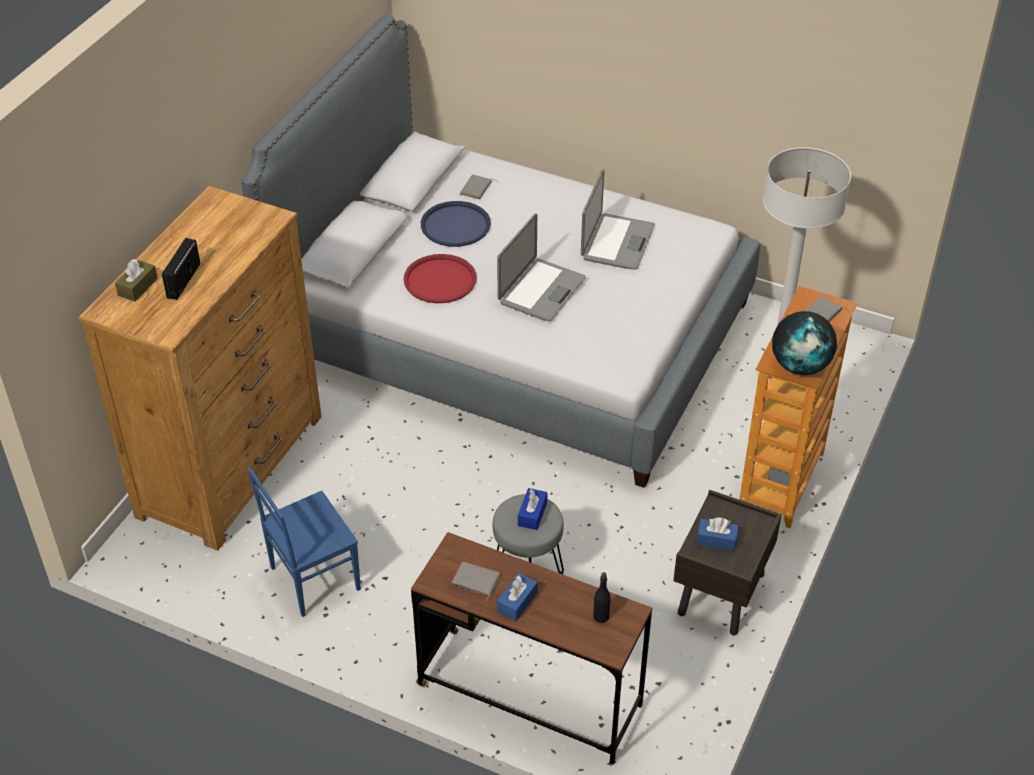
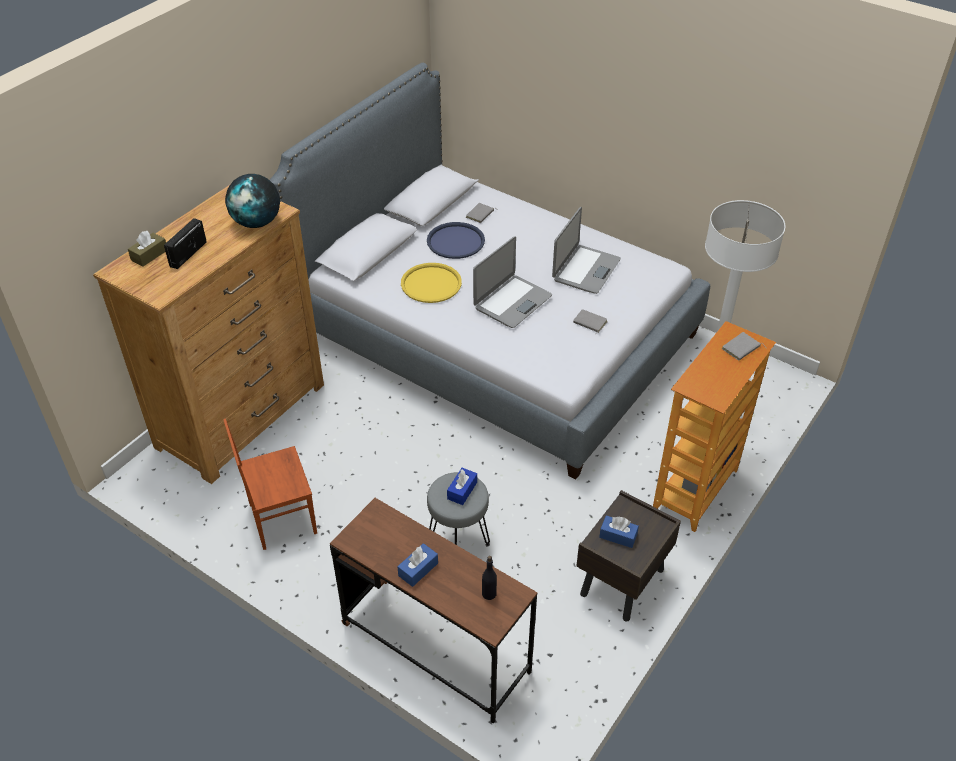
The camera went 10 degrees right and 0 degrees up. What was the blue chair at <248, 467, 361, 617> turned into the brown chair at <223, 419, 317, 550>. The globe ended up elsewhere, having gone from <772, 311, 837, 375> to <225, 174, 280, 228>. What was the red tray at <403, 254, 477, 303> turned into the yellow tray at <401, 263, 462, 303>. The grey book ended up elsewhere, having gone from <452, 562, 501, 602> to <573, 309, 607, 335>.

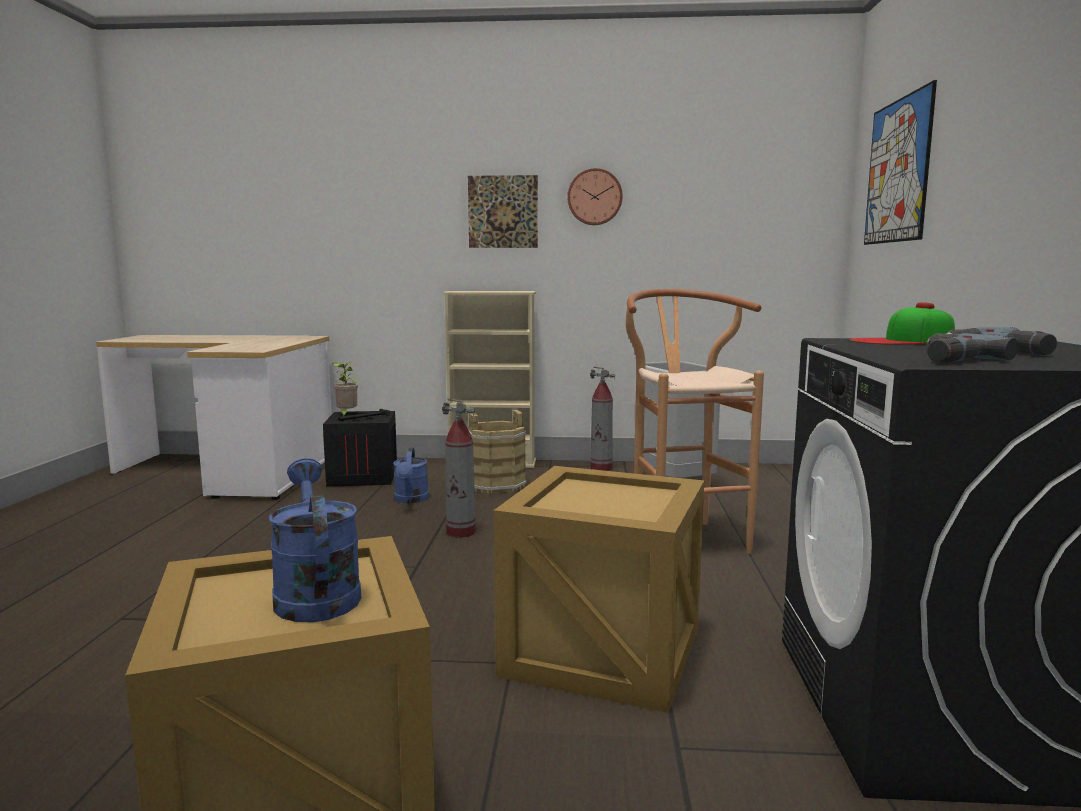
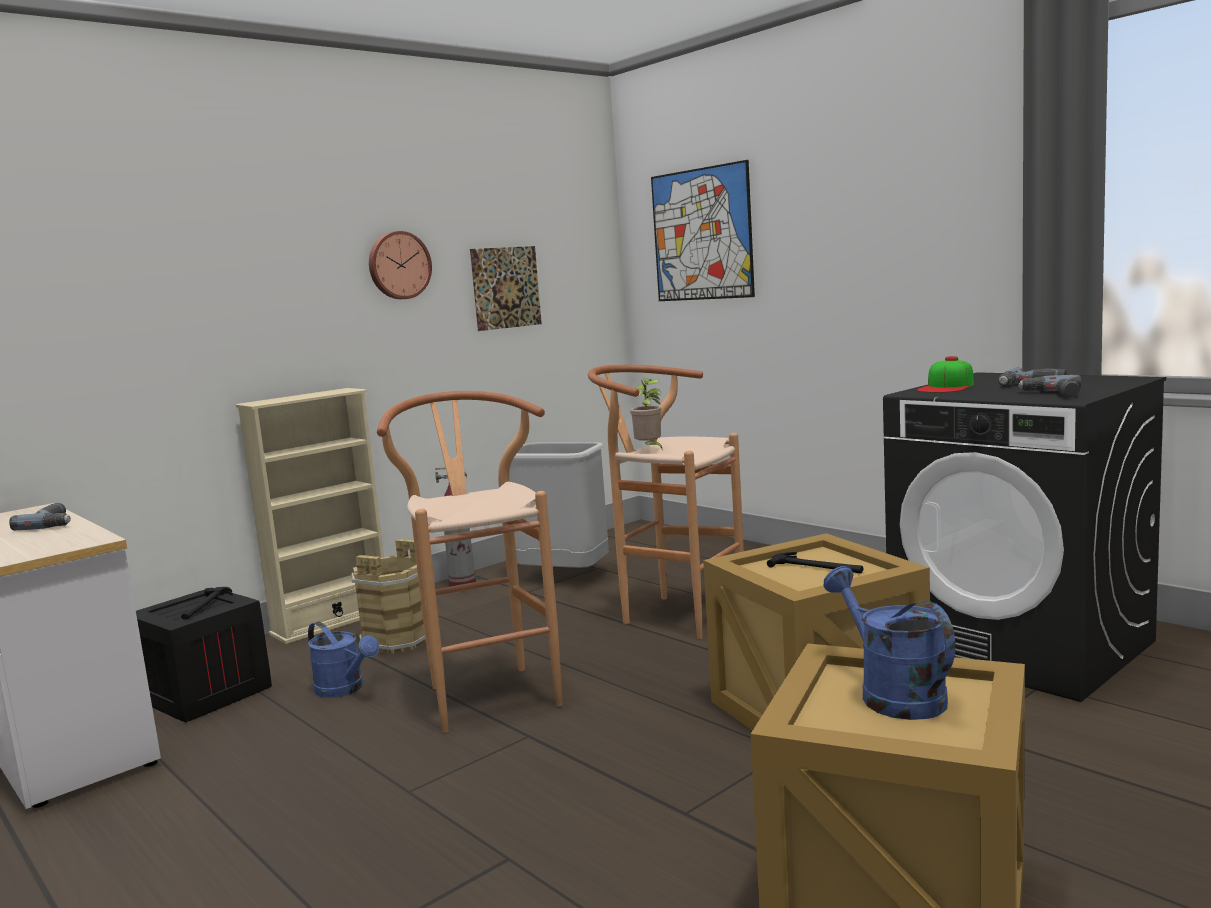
The camera went 45 degrees left and 0 degrees up. The second view gained the power drill at <9, 503, 71, 530>. Where the fire extinguisher stood at <442, 398, 476, 538>, the brown stool came to stand at <377, 391, 563, 733>. The picture ended up elsewhere, having gone from <468, 175, 538, 248> to <470, 246, 542, 331>. The potted plant ended up elsewhere, having gone from <332, 362, 358, 416> to <630, 378, 662, 449>. The second view gained the hammer at <767, 552, 863, 573>. The blue watering can at <269, 458, 361, 622> ended up facing another way, 45 degrees clockwise from before.

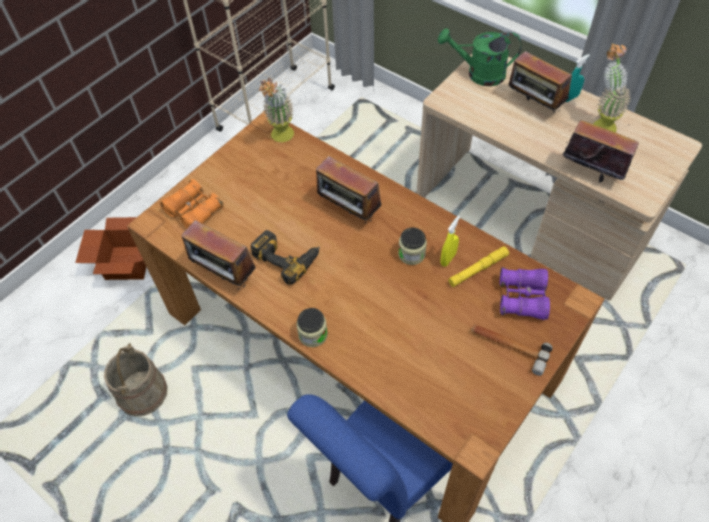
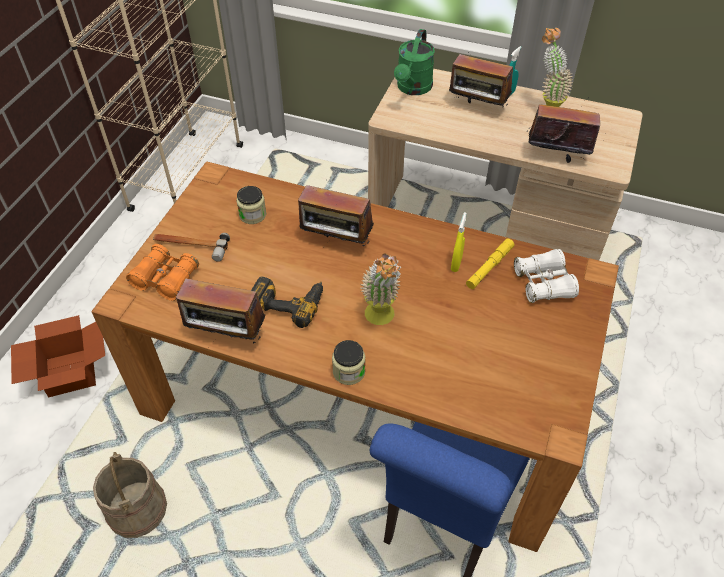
The camera went 20 degrees left and 5 degrees down. The hammer ended up elsewhere, having gone from <471, 324, 553, 376> to <153, 233, 230, 262>. The jar ended up elsewhere, having gone from <398, 228, 427, 265> to <236, 186, 266, 224>. The potted plant ended up elsewhere, having gone from <259, 77, 294, 142> to <360, 254, 401, 325>. The green watering can at <438, 28, 521, 86> ended up facing another way, 60 degrees counterclockwise from before. What was the purple binoculars at <500, 267, 550, 320> turned into the white binoculars at <514, 249, 579, 303>.

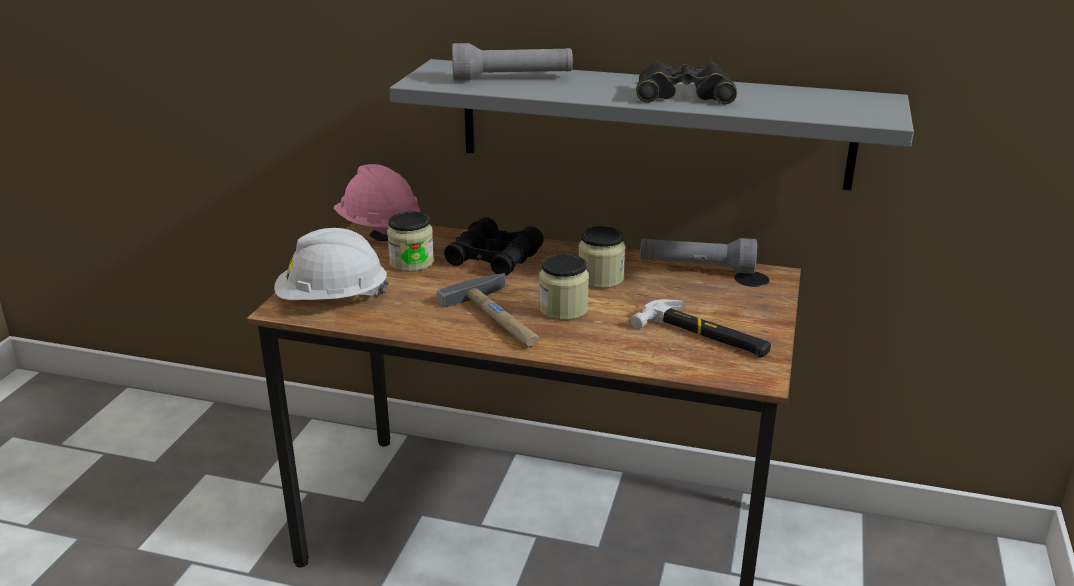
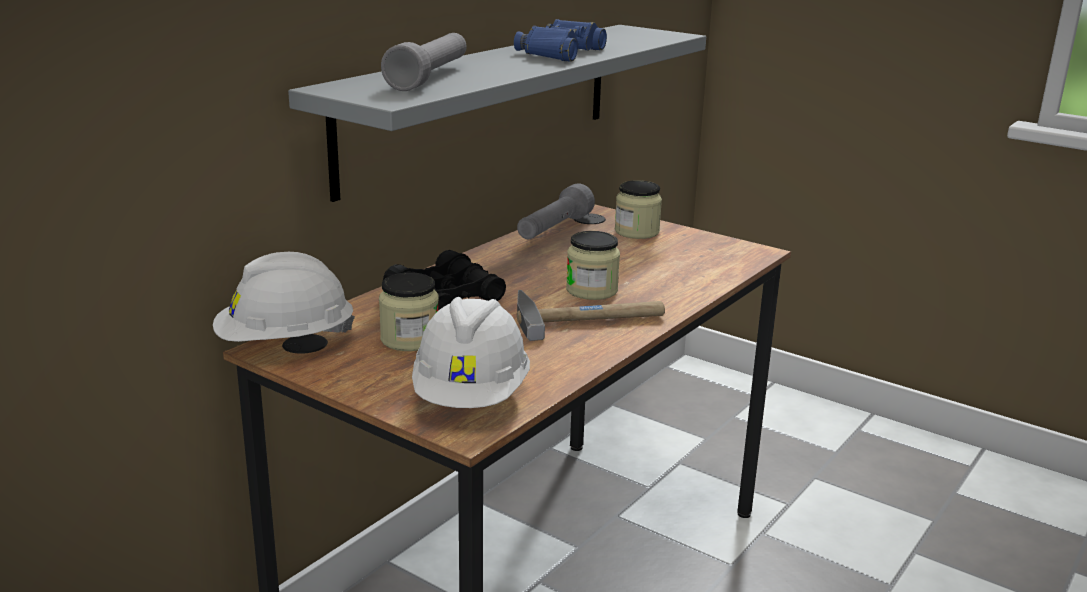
The camera went 70 degrees left and 5 degrees down. What was the pink hard hat at <333, 164, 421, 235> turned into the white hard hat at <213, 252, 355, 342>. What was the black binoculars at <636, 61, 737, 105> turned into the blue binoculars at <514, 19, 607, 62>. The jar ended up elsewhere, having gone from <579, 226, 626, 289> to <615, 180, 662, 239>. The second view lost the hammer at <631, 299, 771, 358>.

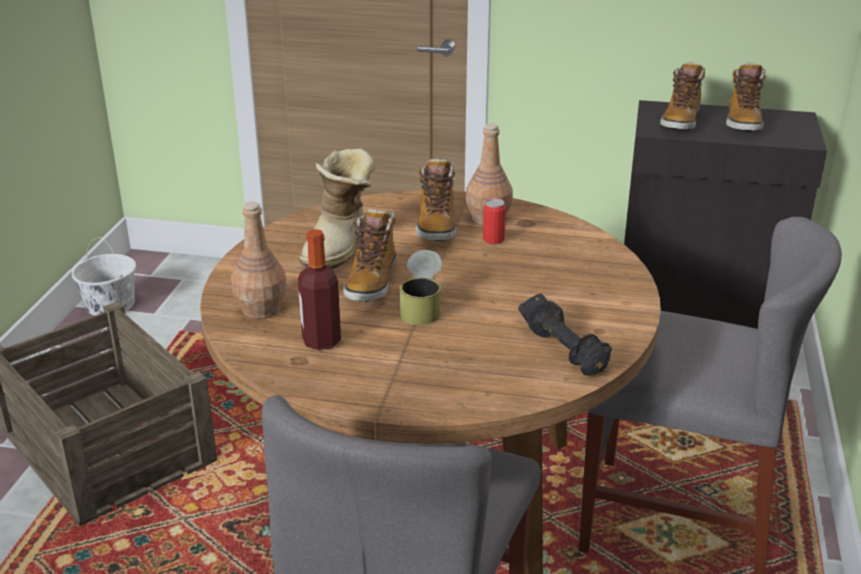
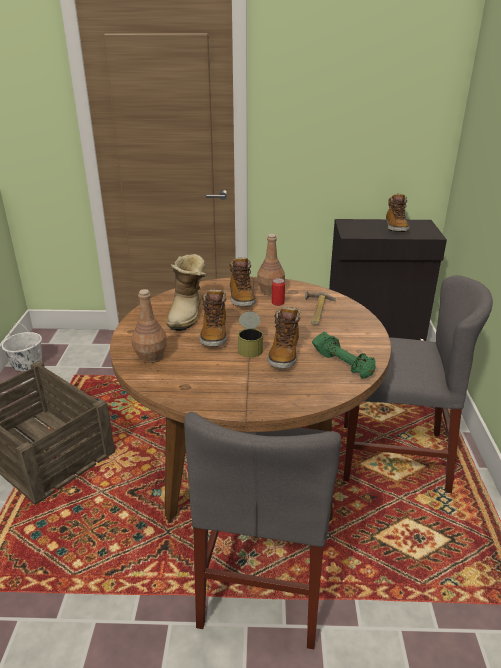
The camera went 10 degrees left and 0 degrees up. The boot ended up elsewhere, having gone from <660, 62, 705, 131> to <267, 307, 300, 369>. The second view gained the hammer at <305, 291, 336, 325>. What was the black dumbbell at <518, 294, 612, 376> turned into the green dumbbell at <312, 332, 375, 379>. The second view lost the bottle at <298, 229, 341, 350>.

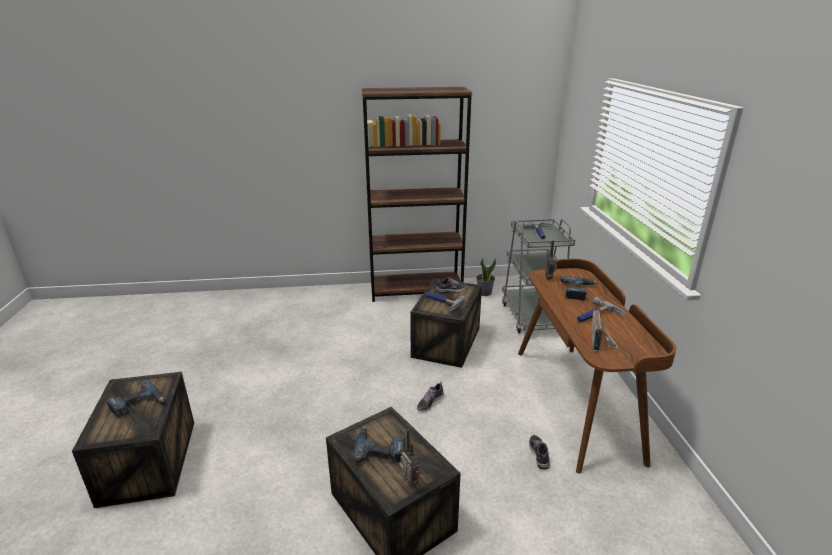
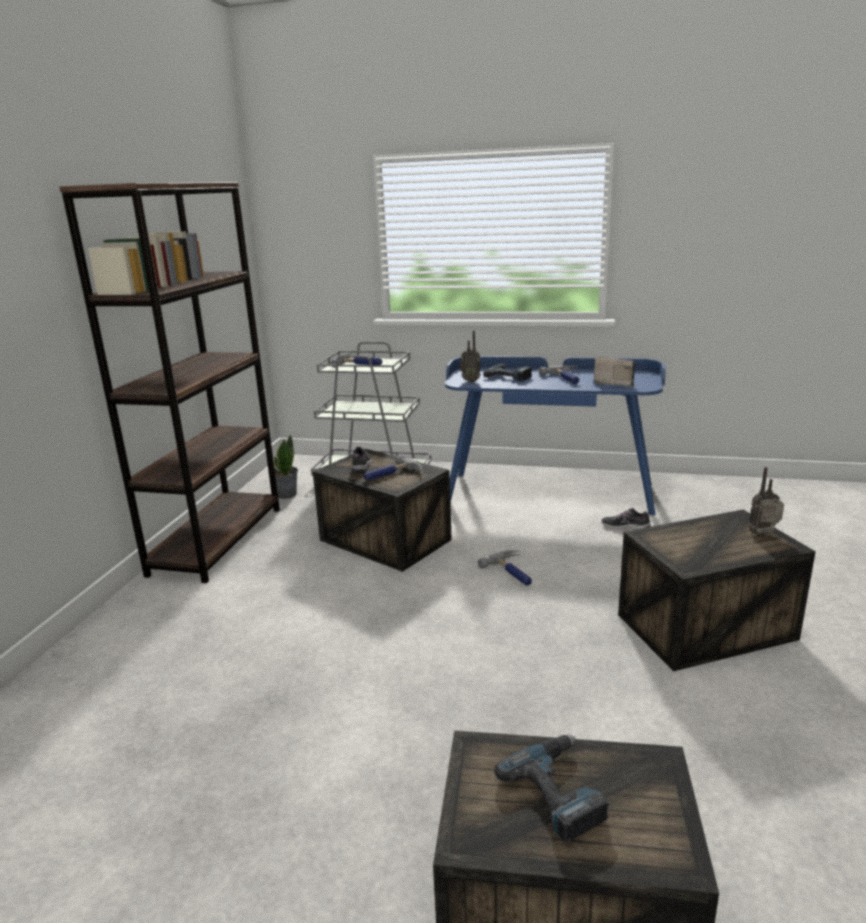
The camera went 70 degrees left and 5 degrees down. What was the brown desk at <518, 259, 676, 474> turned into the blue desk at <445, 356, 666, 515>. Where the shoe stood at <417, 382, 444, 412>, the hammer came to stand at <477, 550, 532, 586>. The second view lost the power drill at <353, 426, 405, 463>.

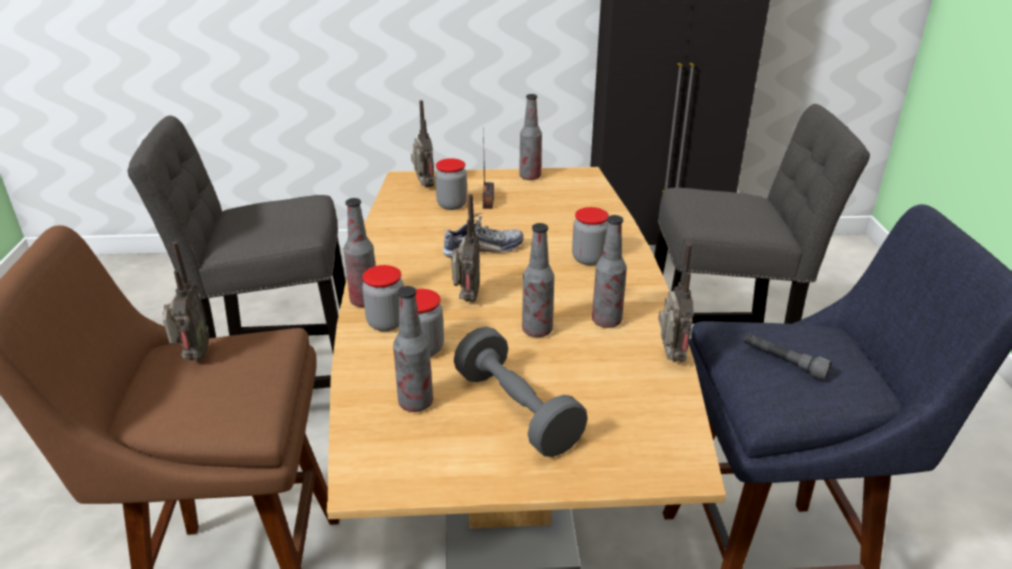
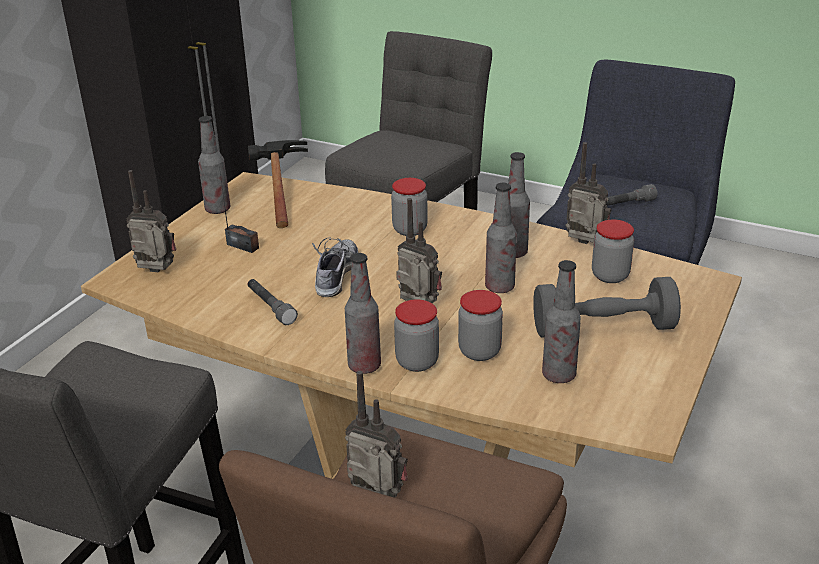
The camera went 60 degrees left and 0 degrees up. The second view gained the hammer at <248, 140, 308, 228>. The second view gained the grey flashlight at <248, 279, 298, 325>. The jar ended up elsewhere, having gone from <435, 158, 467, 210> to <592, 220, 634, 283>.

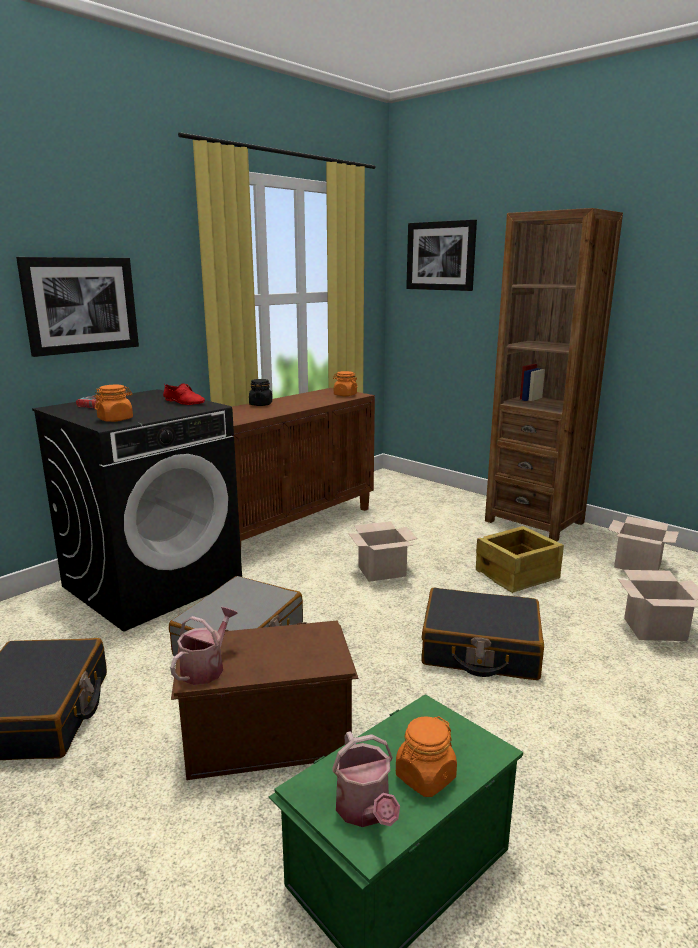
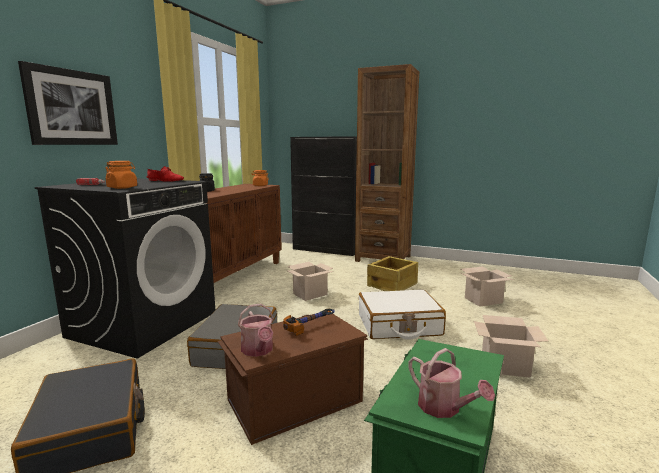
The camera went 20 degrees left and 5 degrees down. The watering can at <170, 607, 238, 685> ended up facing another way, 150 degrees clockwise from before. The second view gained the hammer at <283, 309, 335, 336>. The second view gained the black cabinet at <290, 136, 357, 256>. What was the black suitcase at <422, 588, 544, 680> turned into the white suitcase at <359, 289, 446, 340>. The cardboard box ended up elsewhere, having gone from <608, 516, 679, 571> to <474, 315, 548, 378>. The second view lost the orange jar at <396, 716, 457, 797>. The second view lost the picture at <406, 220, 477, 291>.

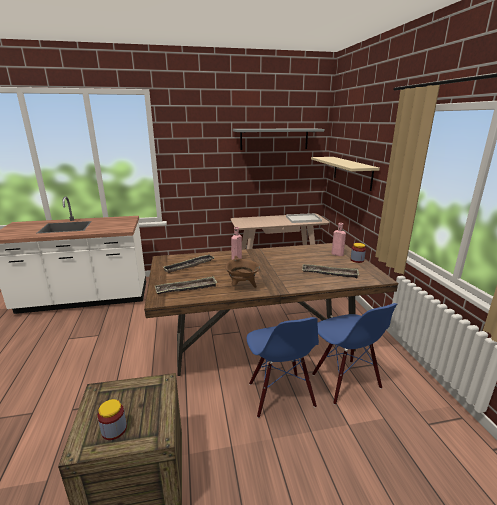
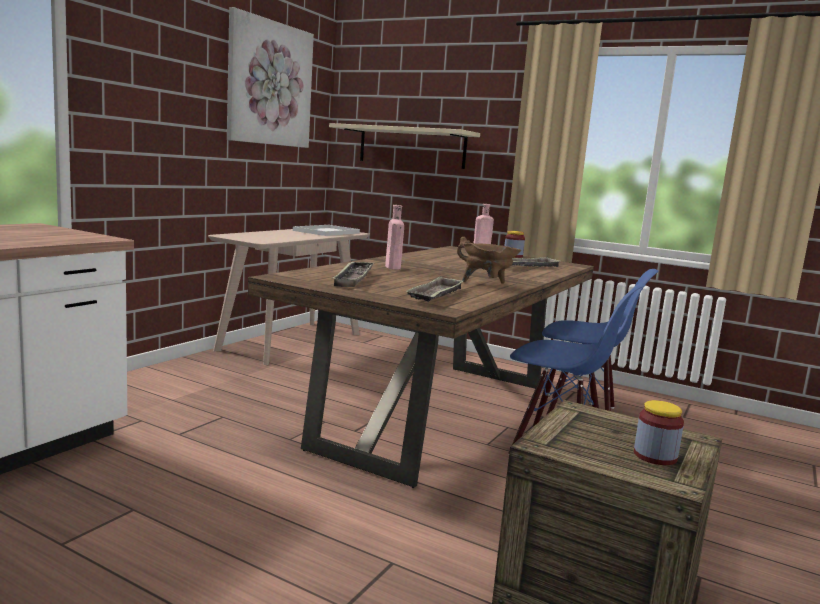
The camera went 50 degrees left and 10 degrees down. Where the grey shelf hung at <233, 128, 324, 150>, the picture came to hang at <227, 7, 314, 148>.

